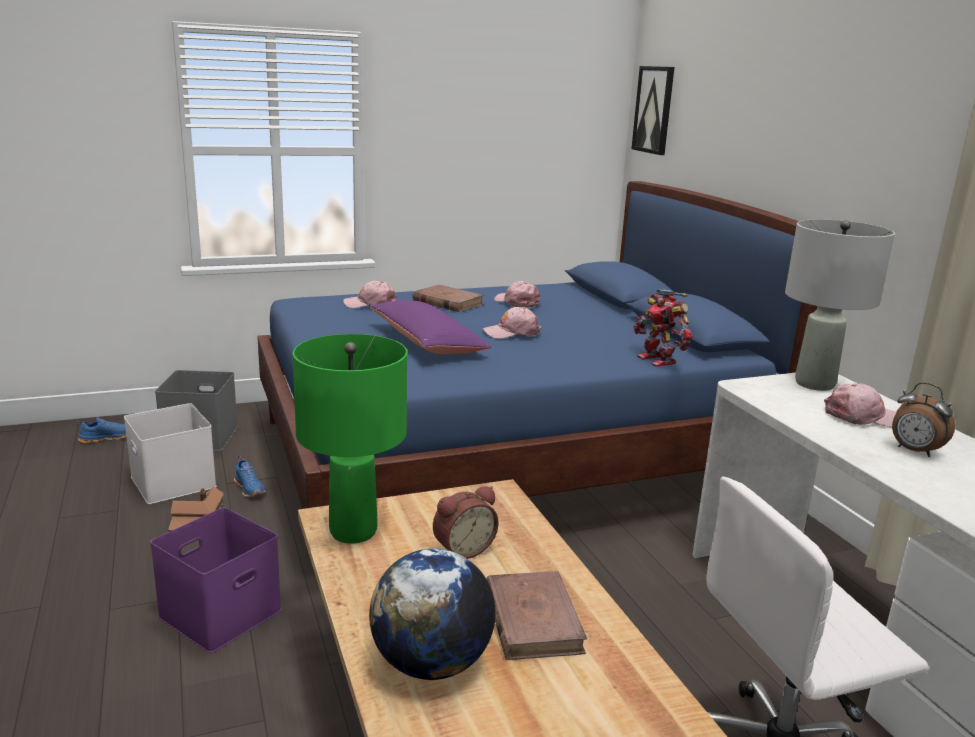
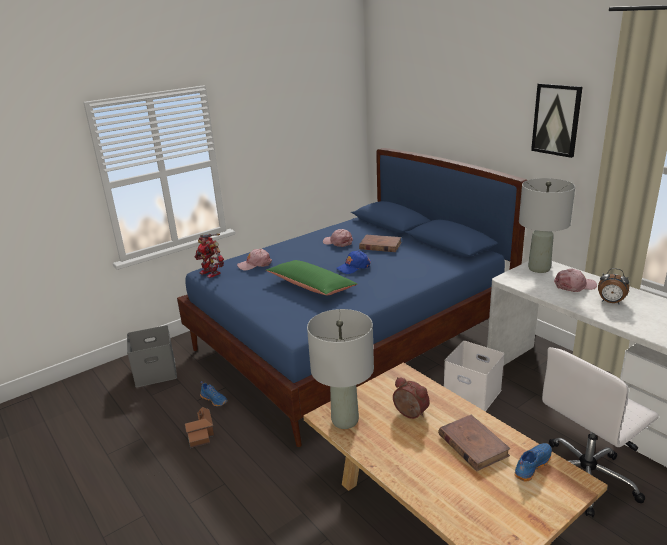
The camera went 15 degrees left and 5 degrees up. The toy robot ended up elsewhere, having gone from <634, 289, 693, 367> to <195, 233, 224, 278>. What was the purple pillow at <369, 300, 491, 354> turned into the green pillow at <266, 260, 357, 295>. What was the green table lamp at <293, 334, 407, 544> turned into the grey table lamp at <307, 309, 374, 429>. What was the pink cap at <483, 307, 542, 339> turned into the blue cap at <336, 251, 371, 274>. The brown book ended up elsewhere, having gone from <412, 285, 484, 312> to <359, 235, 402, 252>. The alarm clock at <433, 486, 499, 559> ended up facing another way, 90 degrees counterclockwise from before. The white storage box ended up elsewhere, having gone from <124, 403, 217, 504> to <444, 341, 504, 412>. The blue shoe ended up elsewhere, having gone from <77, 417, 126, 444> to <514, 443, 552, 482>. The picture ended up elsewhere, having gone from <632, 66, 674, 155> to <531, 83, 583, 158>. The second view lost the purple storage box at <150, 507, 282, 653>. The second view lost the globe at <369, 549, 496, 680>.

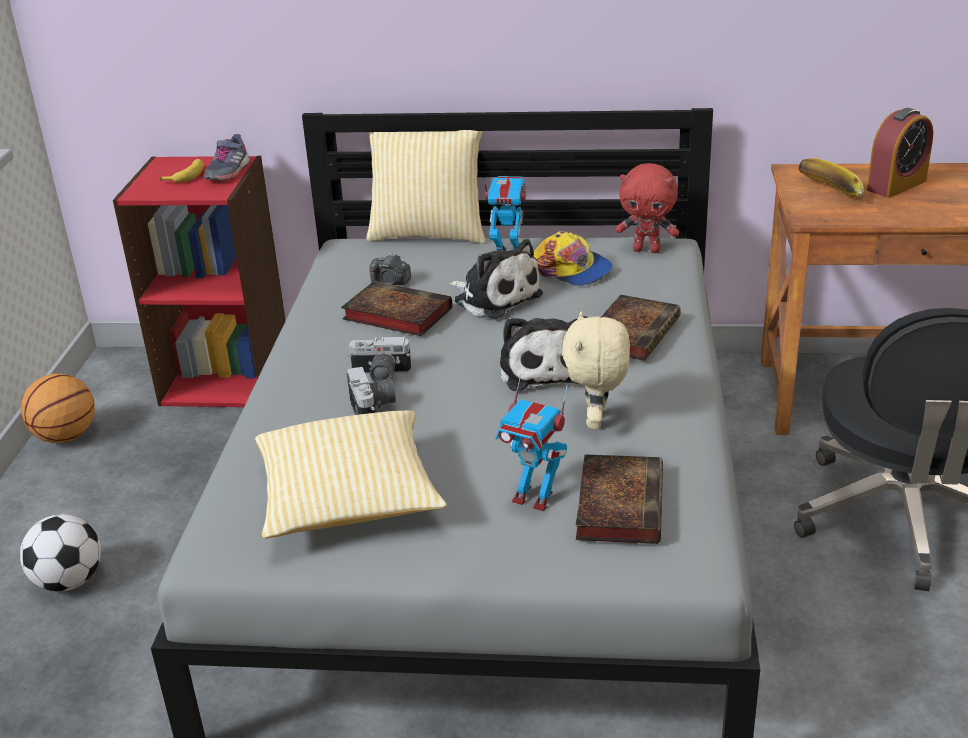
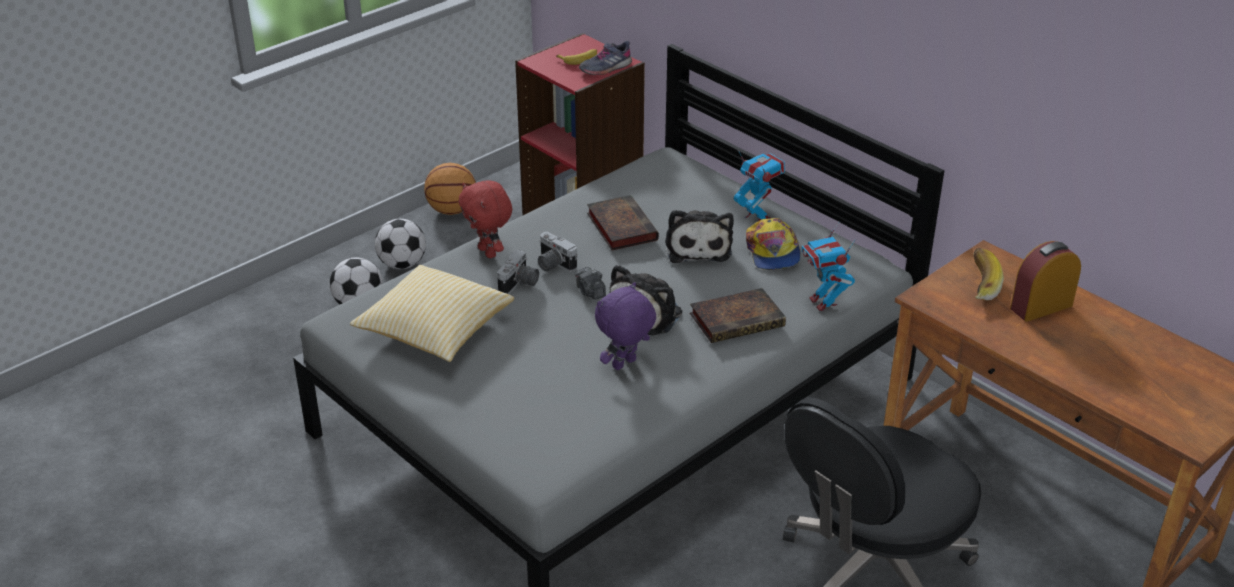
The camera went 40 degrees right and 5 degrees up. The second view gained the football at <375, 219, 426, 269>. The red plush toy ended up elsewhere, having gone from <616, 163, 679, 253> to <459, 180, 512, 258>. The photo camera ended up elsewhere, having gone from <369, 253, 411, 285> to <575, 267, 606, 299>. What was the beige plush toy at <562, 311, 630, 430> turned into the purple plush toy at <595, 282, 656, 370>. The toy robot ended up elsewhere, having gone from <496, 374, 568, 511> to <802, 222, 856, 311>. The alarm clock at <867, 108, 933, 198> ended up facing another way, 150 degrees clockwise from before. The second view lost the pillow at <366, 130, 486, 243>. The second view lost the book at <576, 454, 663, 544>.

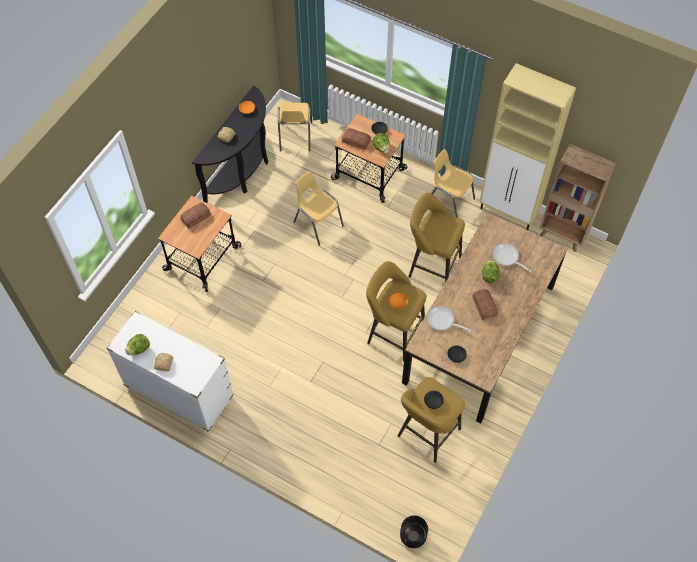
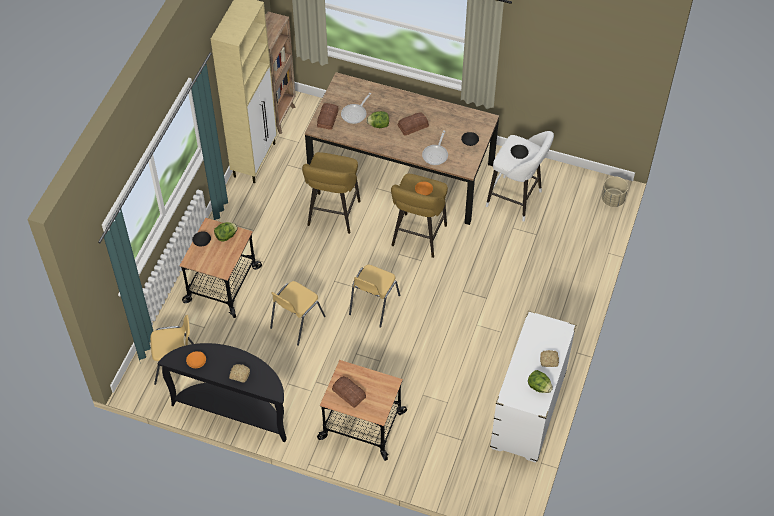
The camera went 100 degrees left and 5 degrees down. The bread ended up elsewhere, having gone from <342, 128, 371, 150> to <317, 103, 339, 130>. The yellow chair ended up elsewhere, having gone from <431, 149, 475, 218> to <349, 265, 400, 328>. What was the yellow stool at <398, 377, 465, 463> turned into the white stool at <486, 131, 554, 222>. What was the black planter at <400, 515, 428, 548> turned into the beige planter at <602, 176, 628, 207>.

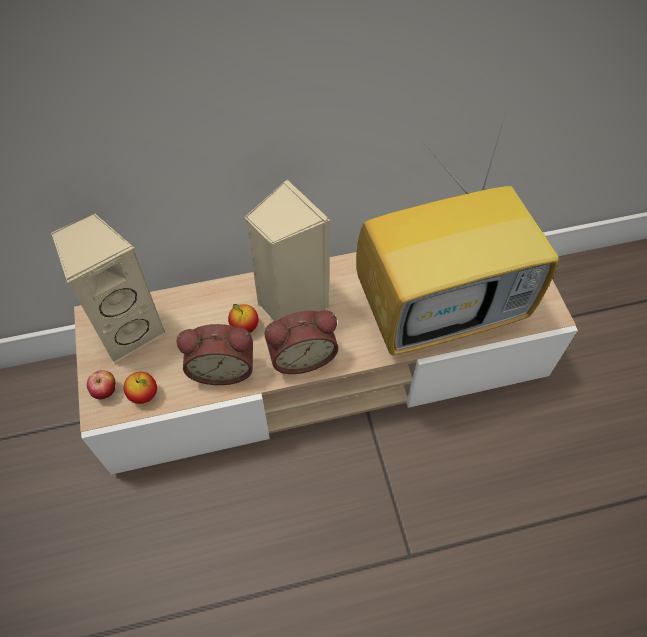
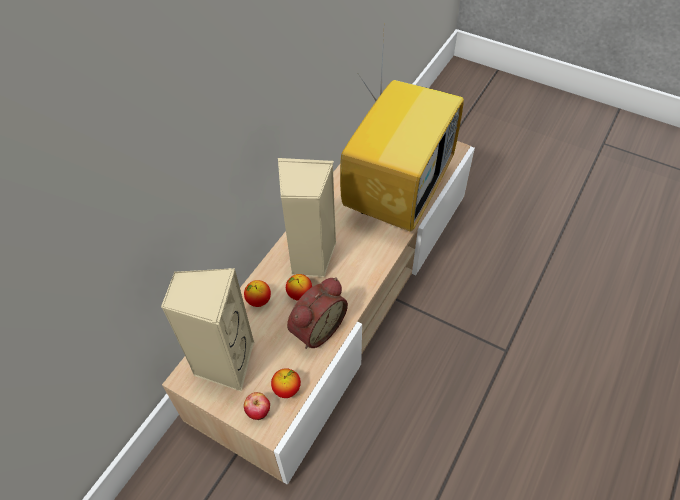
The camera went 45 degrees left and 5 degrees down. The second view gained the apple at <244, 280, 271, 307>. The second view lost the alarm clock at <265, 310, 338, 374>.

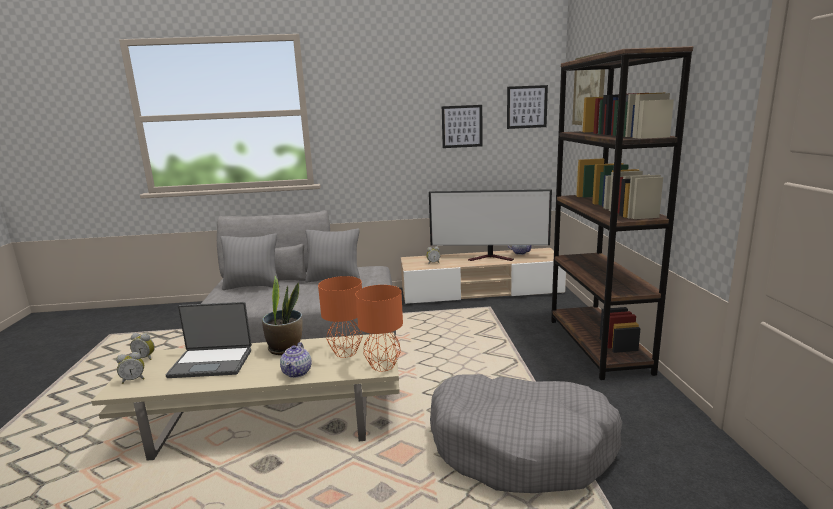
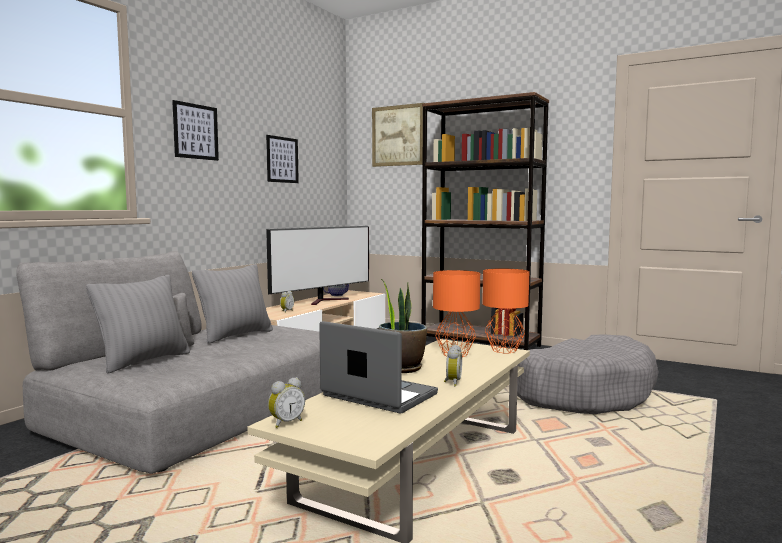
The camera went 55 degrees left and 10 degrees down. The picture ended up elsewhere, having gone from <507, 85, 548, 129> to <172, 100, 219, 161>. The laptop at <166, 302, 252, 378> ended up facing another way, 90 degrees counterclockwise from before. The alarm clock ended up elsewhere, having gone from <116, 352, 145, 384> to <444, 345, 462, 386>. The second view lost the teapot at <280, 342, 312, 378>.

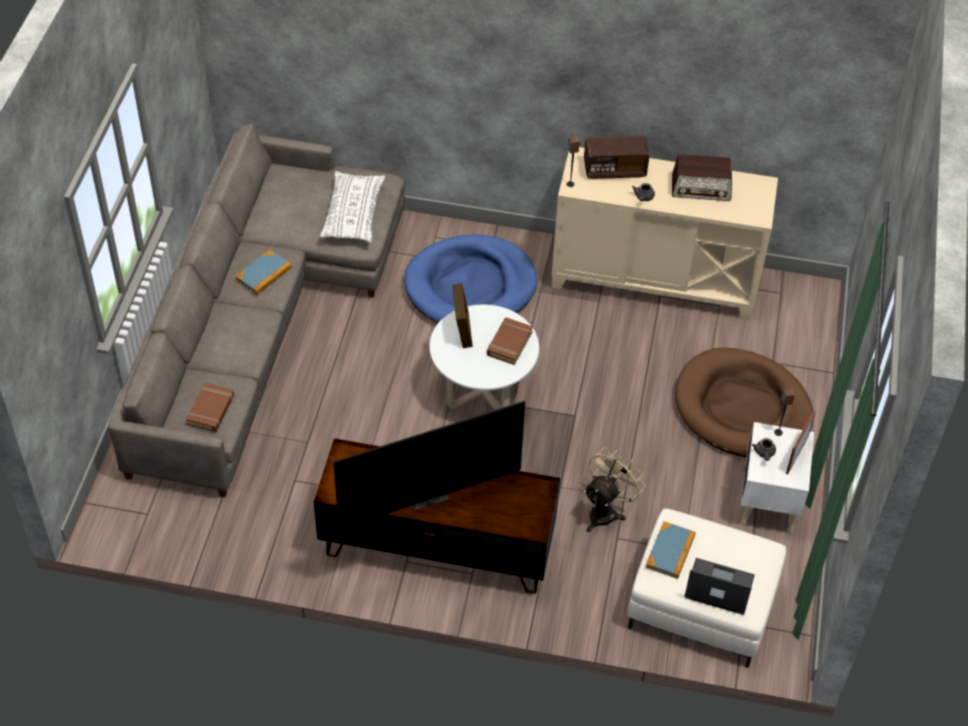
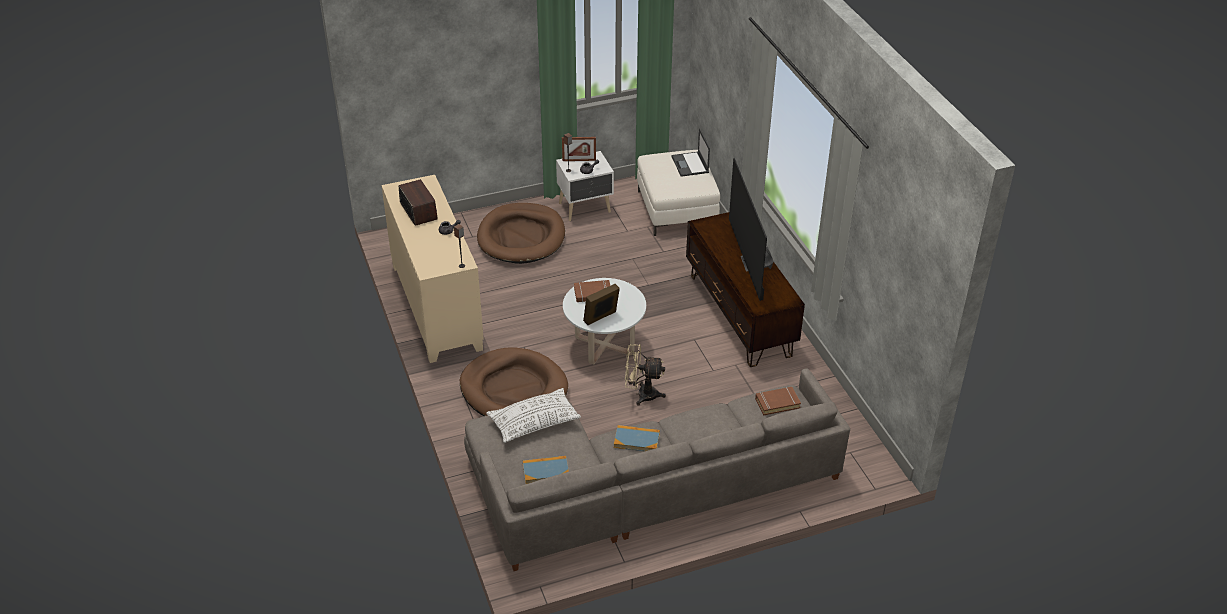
The camera went 120 degrees left and 10 degrees down. What was the blue dog bed at <404, 234, 538, 323> turned into the brown dog bed at <460, 347, 568, 416>. The book ended up elsewhere, having gone from <645, 521, 696, 579> to <523, 456, 569, 484>. The beige fan ended up elsewhere, having gone from <584, 447, 646, 532> to <625, 344, 666, 406>. The television at <333, 401, 525, 529> ended up facing another way, 135 degrees counterclockwise from before. The second view lost the radio at <584, 136, 649, 179>.

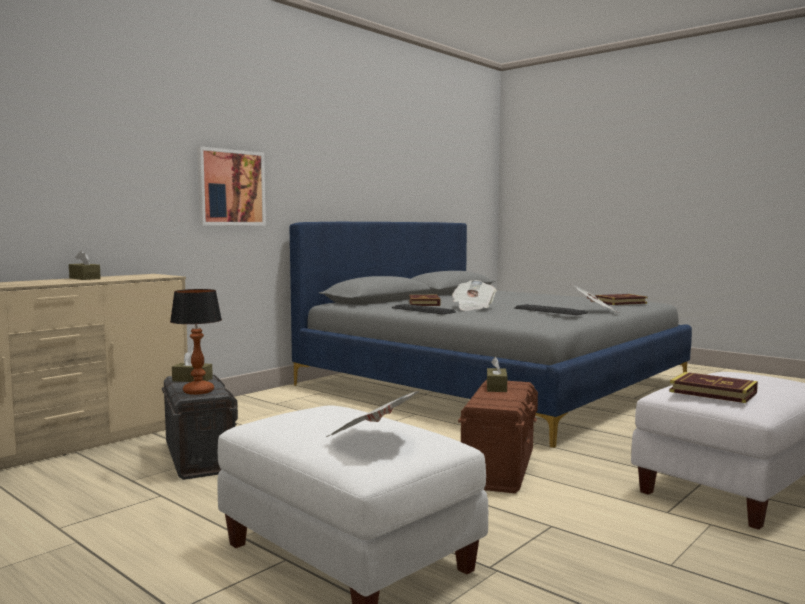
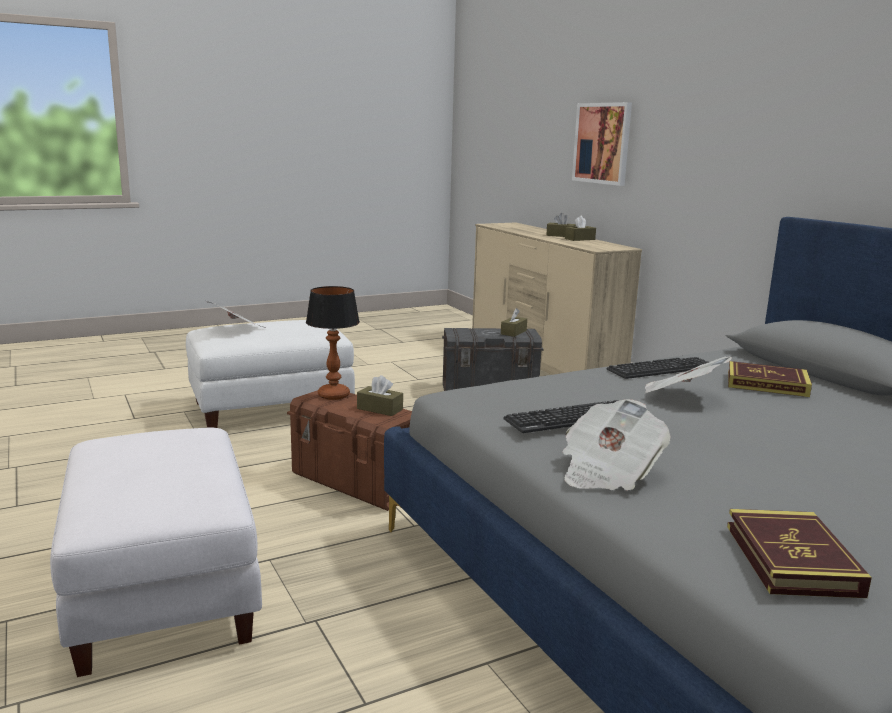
The camera went 110 degrees right and 10 degrees up. The table lamp ended up elsewhere, having gone from <170, 289, 222, 395> to <306, 286, 360, 400>. The second view gained the brown tissue box at <546, 213, 576, 237>. The picture ended up elsewhere, having gone from <197, 146, 266, 225> to <572, 102, 632, 186>. The second view lost the book at <669, 372, 758, 403>.

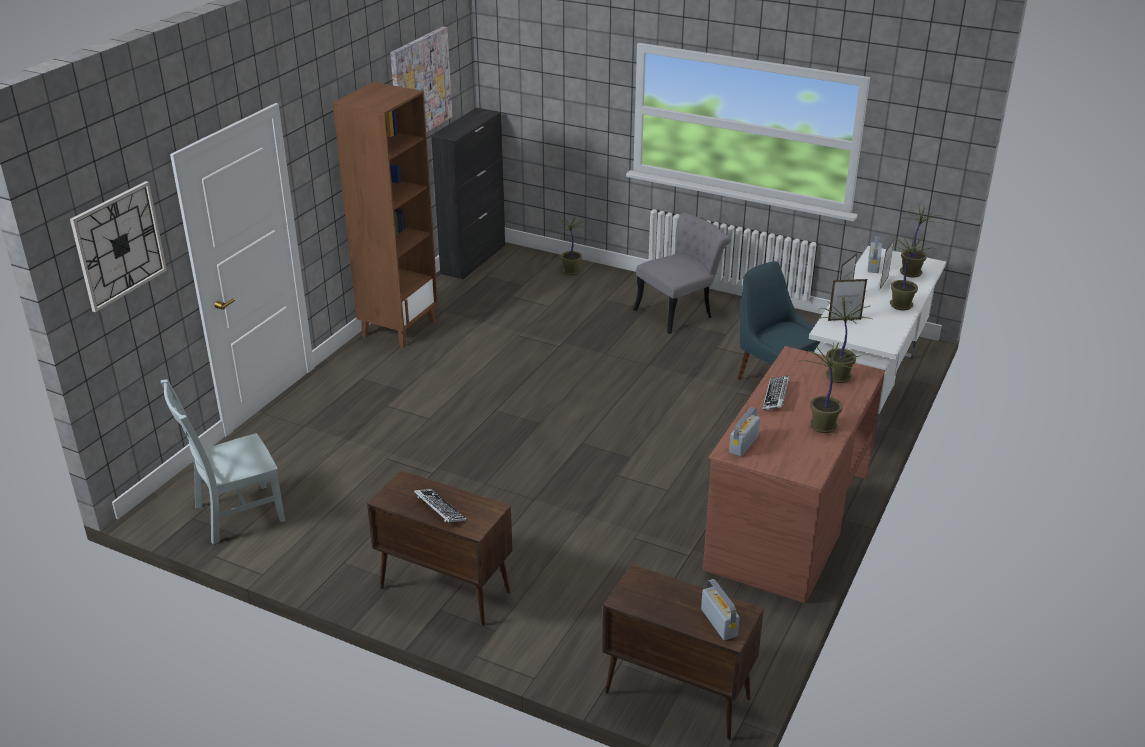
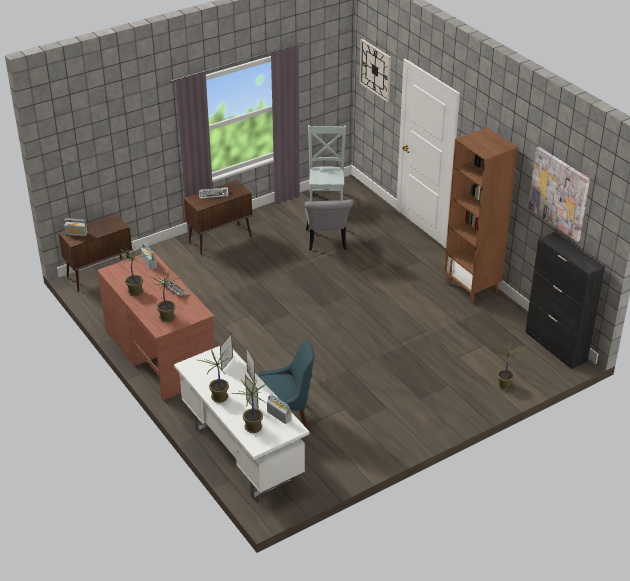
The camera went 120 degrees right and 5 degrees up. The grey chair ended up elsewhere, having gone from <633, 213, 730, 334> to <305, 200, 353, 251>.

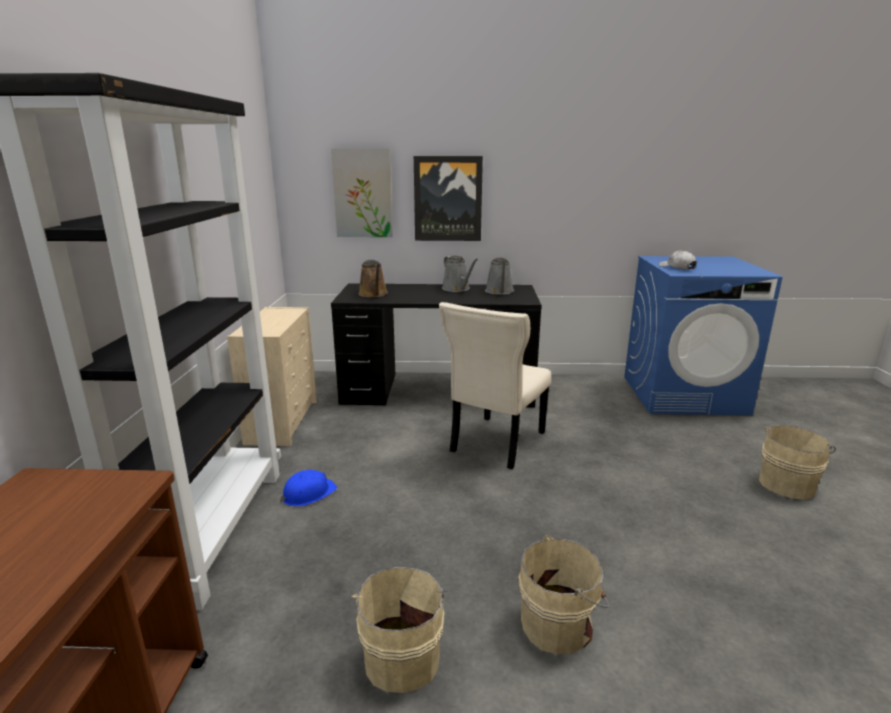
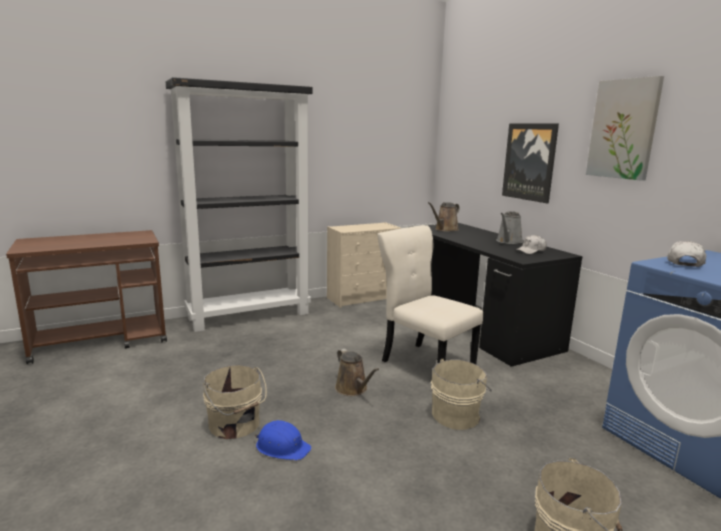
The camera went 60 degrees right and 5 degrees down. The blue hard hat ended up elsewhere, having gone from <280, 470, 337, 507> to <255, 420, 312, 460>. The second view gained the brown watering can at <335, 349, 379, 396>. The beige chair at <439, 302, 551, 469> ended up facing another way, 45 degrees clockwise from before. The beige bucket ended up elsewhere, having gone from <352, 567, 448, 693> to <431, 359, 492, 430>. Where the grey watering can stood at <485, 258, 514, 295>, the white cap came to stand at <516, 235, 547, 254>. The picture ended up elsewhere, having gone from <331, 148, 393, 237> to <586, 76, 664, 181>.

